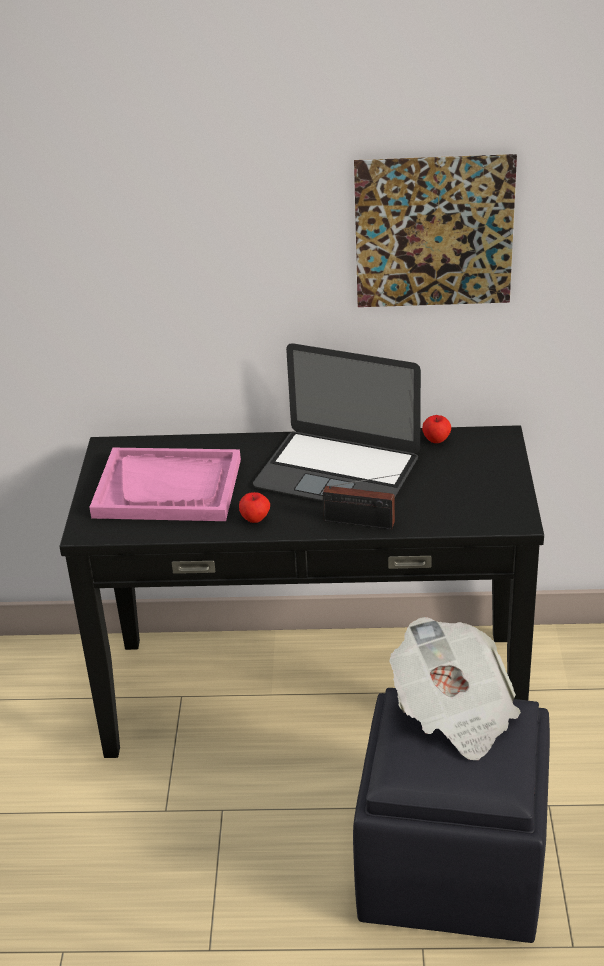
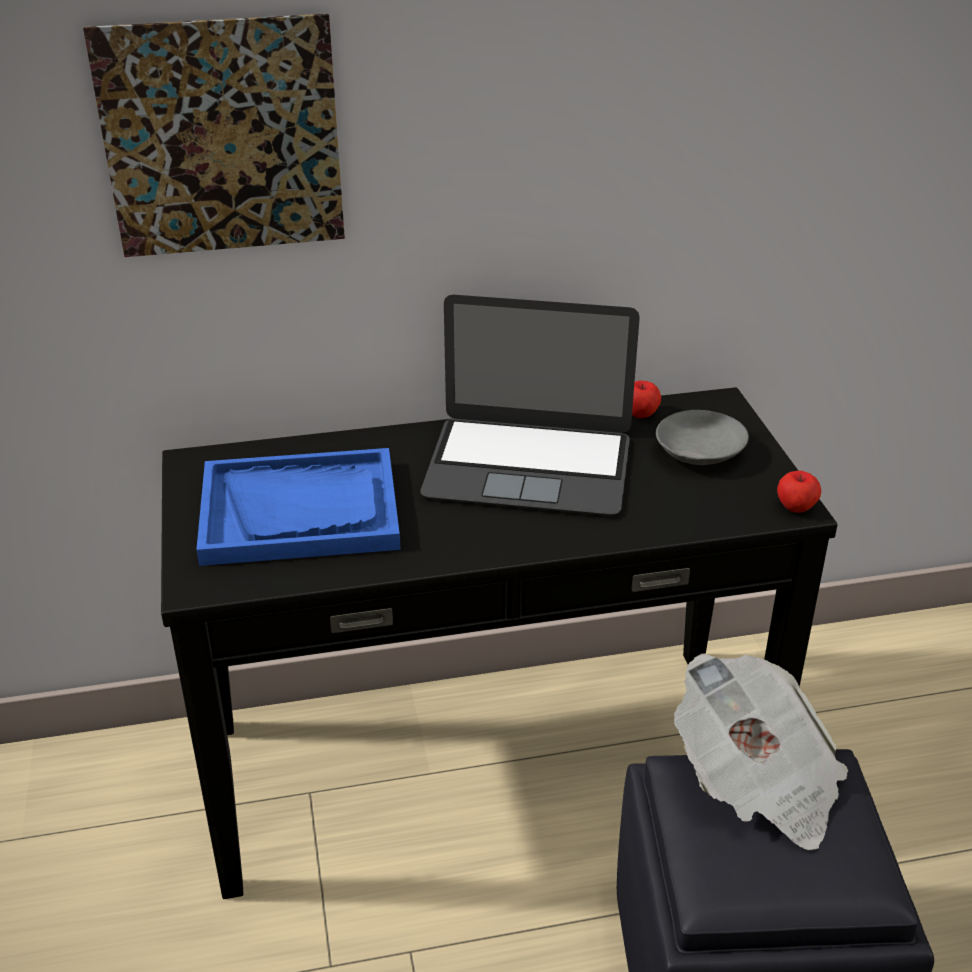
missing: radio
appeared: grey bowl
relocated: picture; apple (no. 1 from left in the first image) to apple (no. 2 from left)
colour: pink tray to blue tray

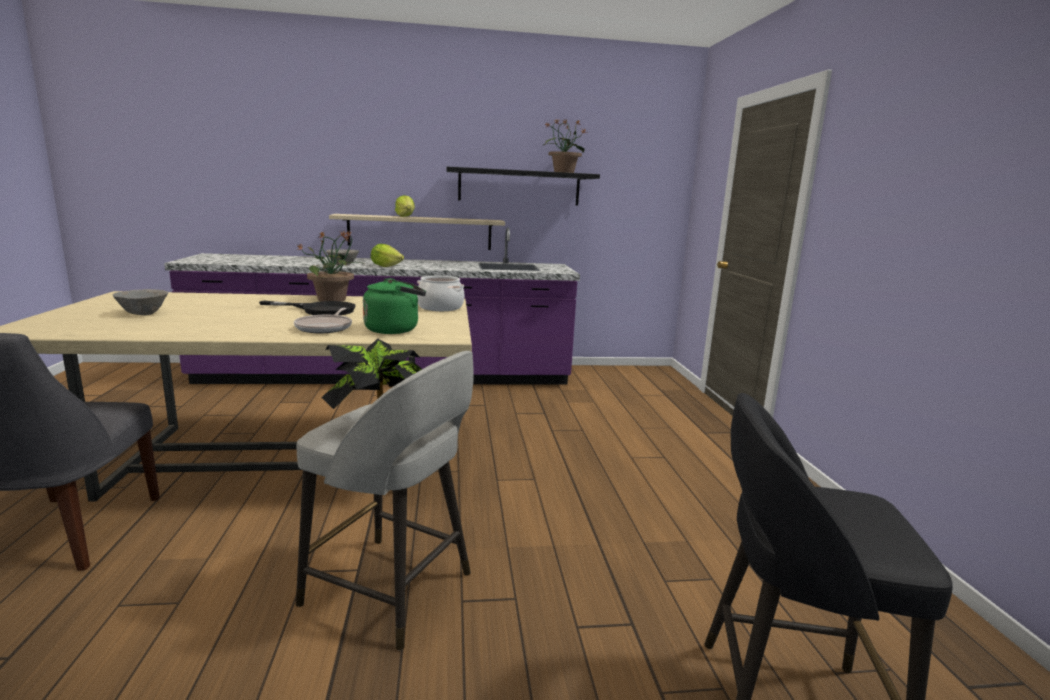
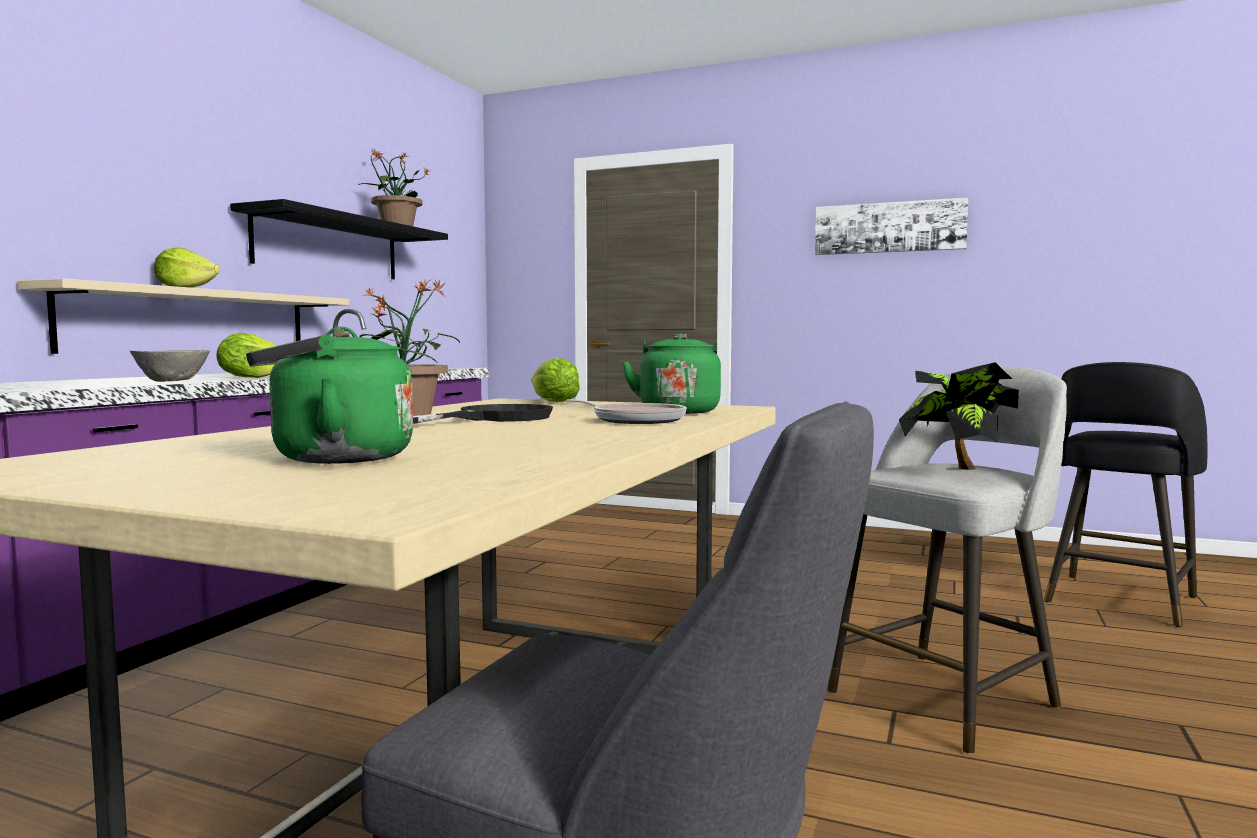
appeared: picture
exchanged: grey bowl (no. 1 from left) to green kettle (no. 1 from left); cooking pot to lettuce (no. 3 from left)

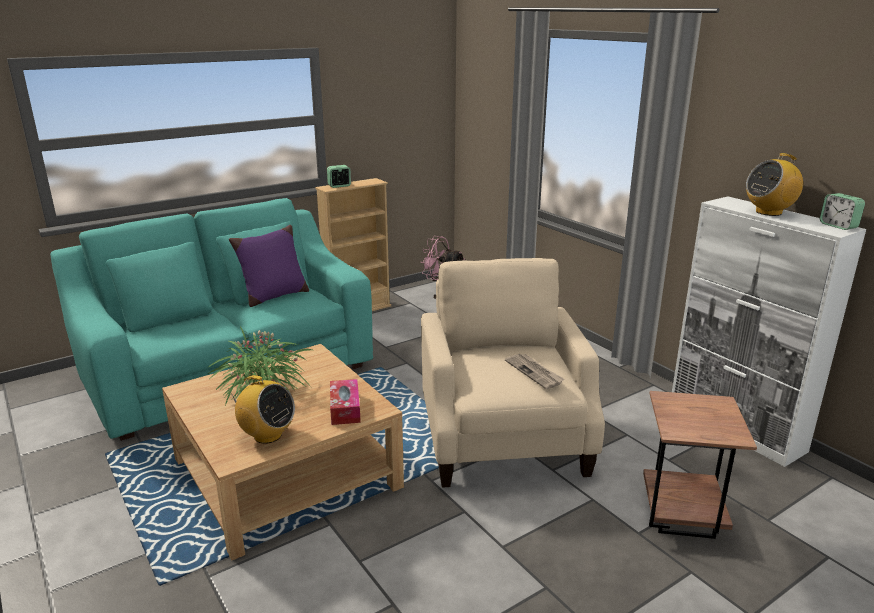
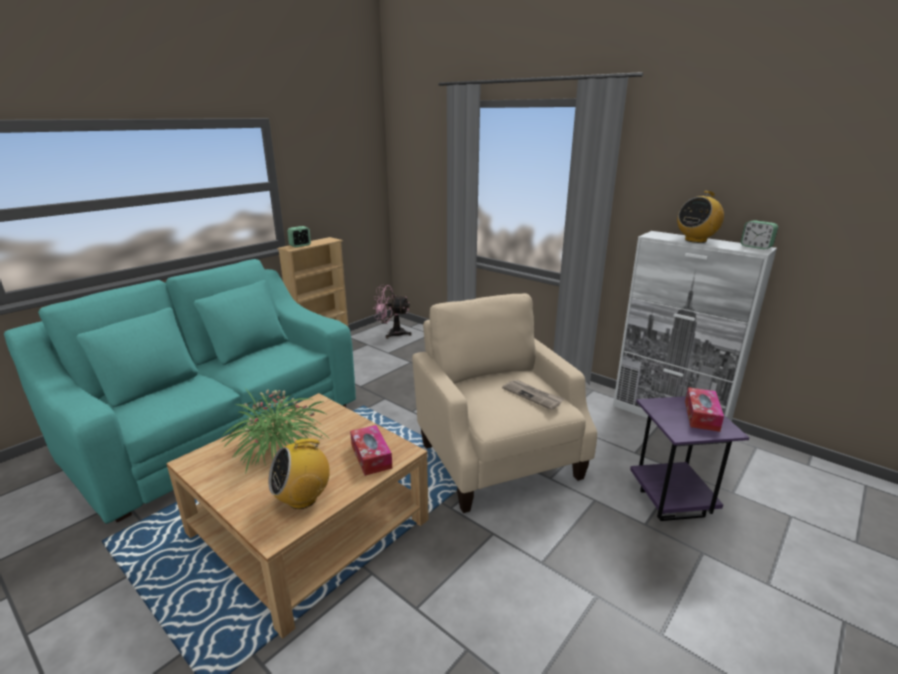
missing: purple pillow
appeared: tissue box (no. 2 from left)
colour: brown side table to purple side table
spun: radio (no. 1 from left) 135 degrees clockwise

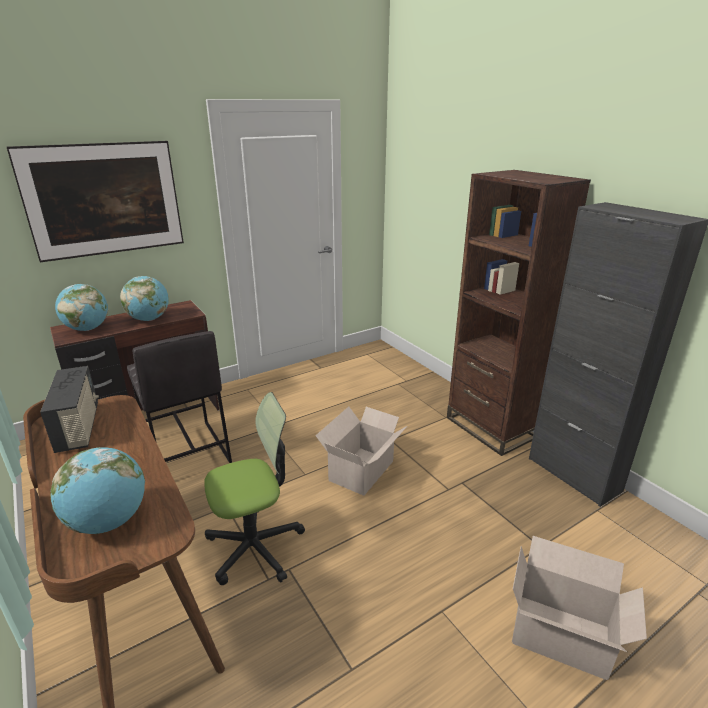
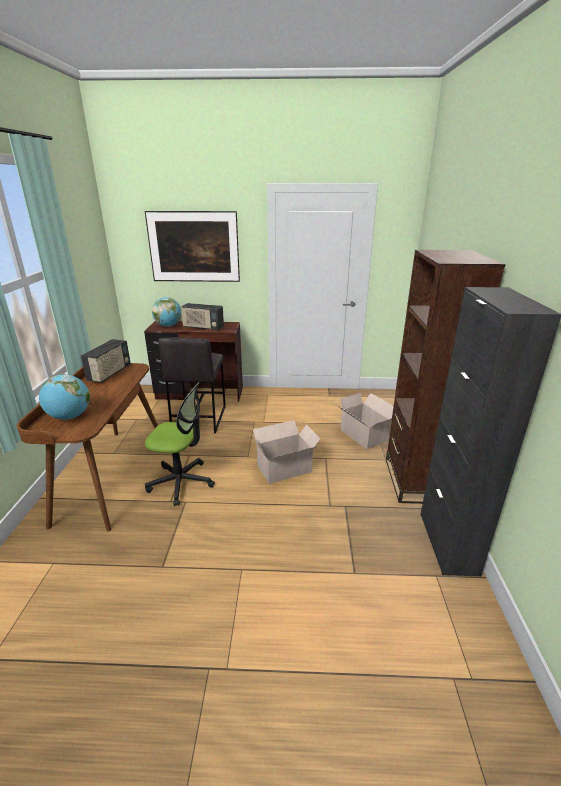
relocated: cardboard box (no. 2 from left)
exchanged: globe (no. 3 from left) to radio (no. 2 from left)

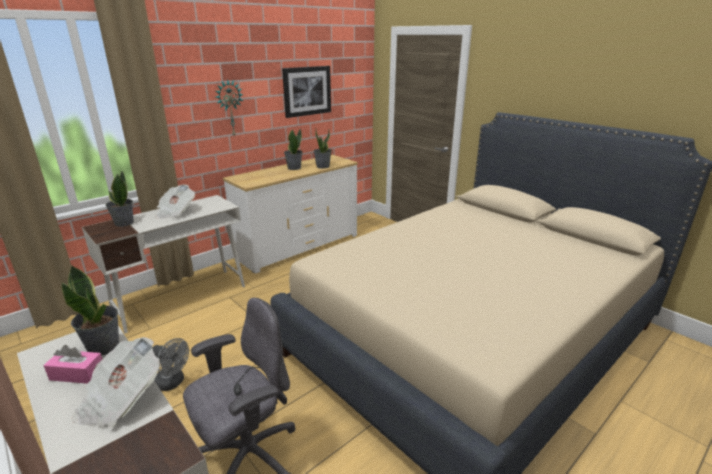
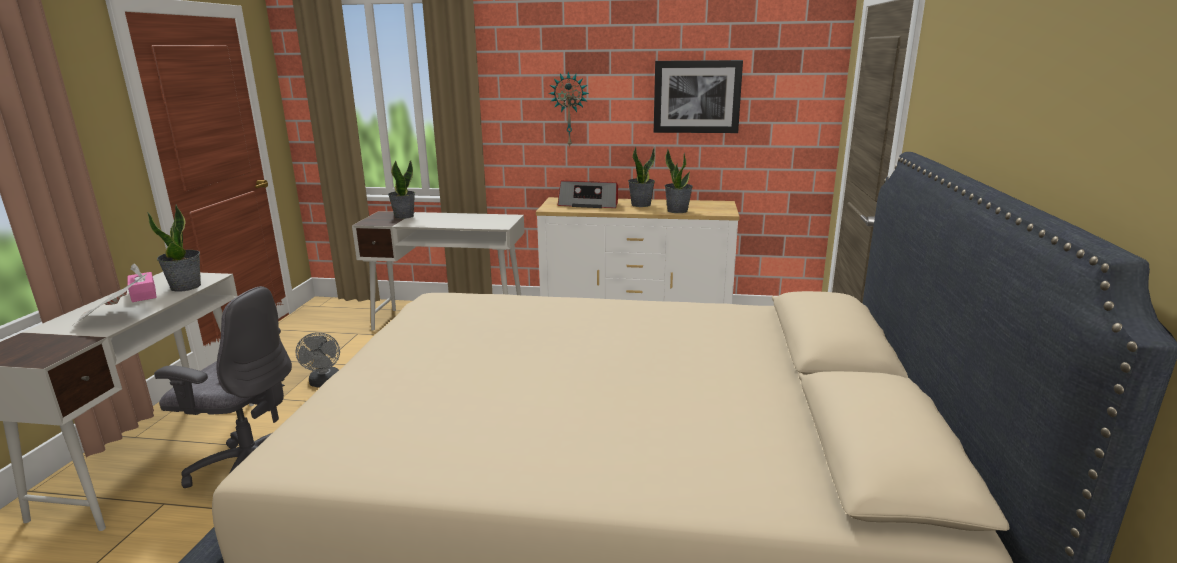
missing: newspaper (no. 2 from left)
appeared: radio

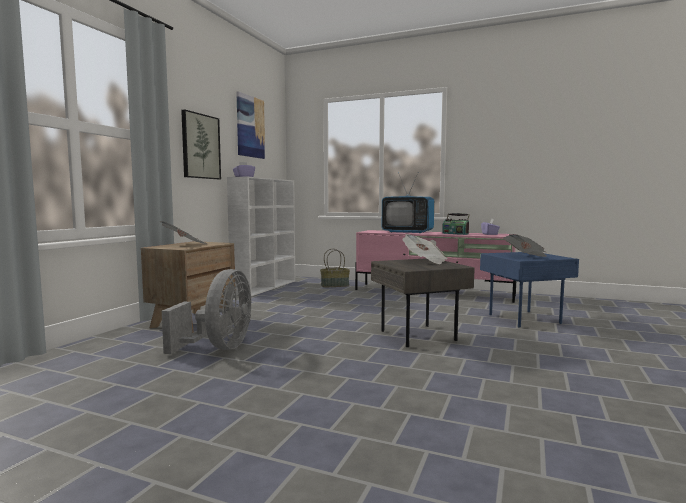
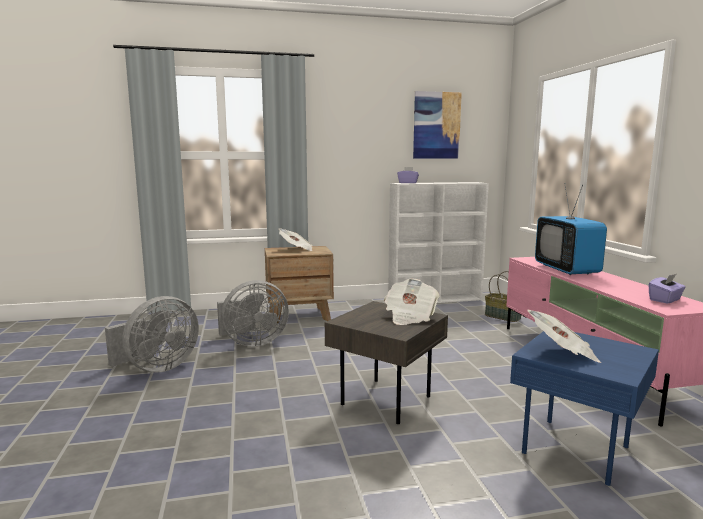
missing: picture (no. 1 from left); radio
appeared: grey fan (no. 1 from left)

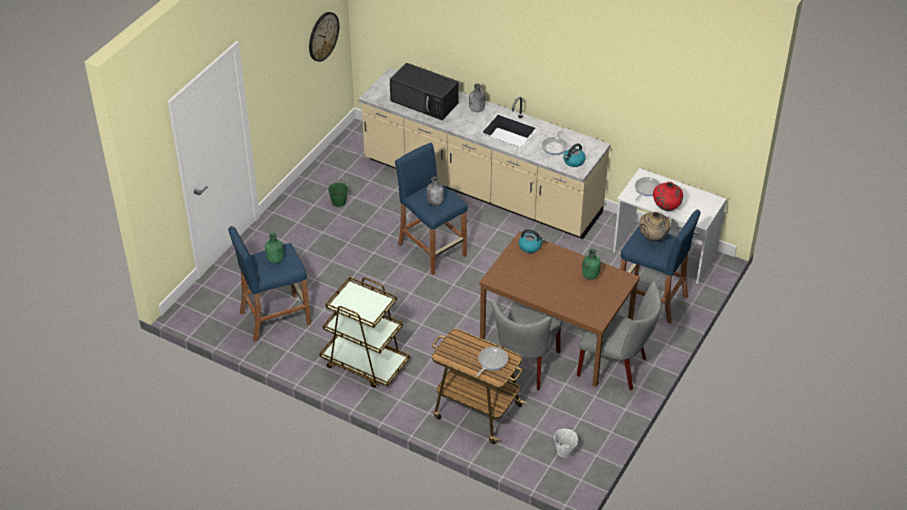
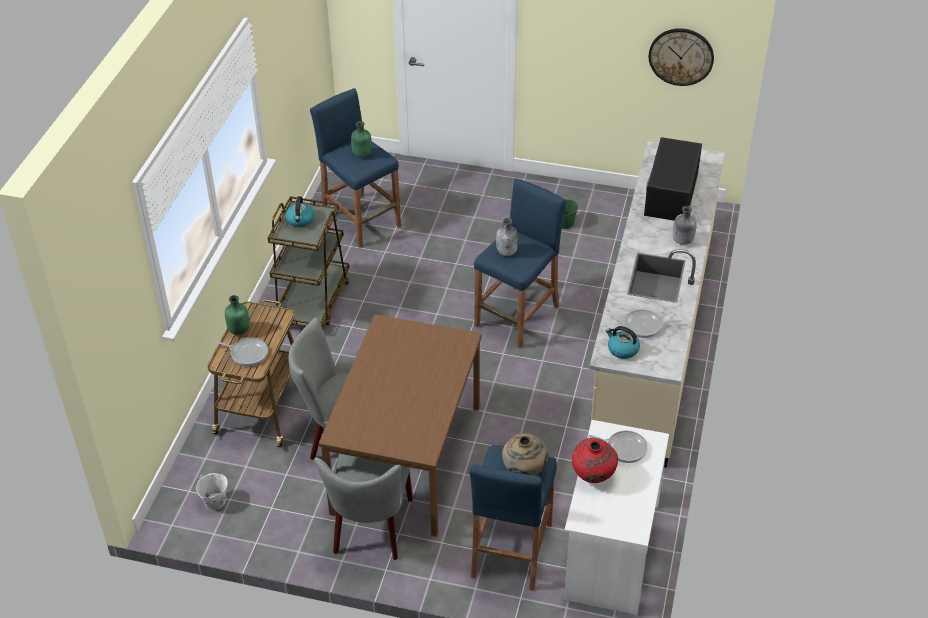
relocated: green bottle (no. 2 from left in the first image) to green bottle (no. 1 from left); kettle (no. 1 from left)

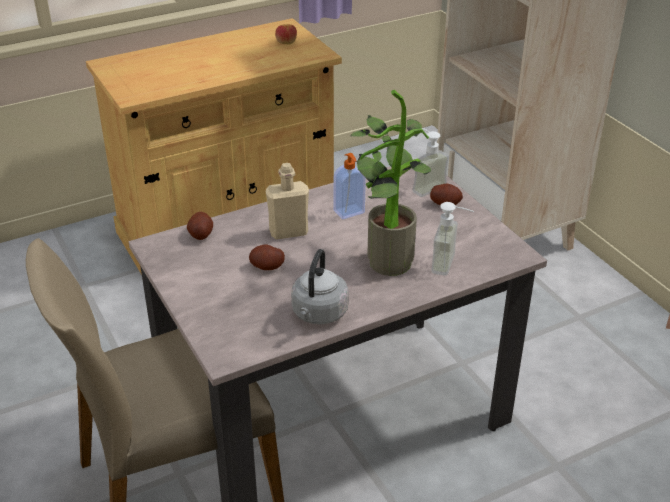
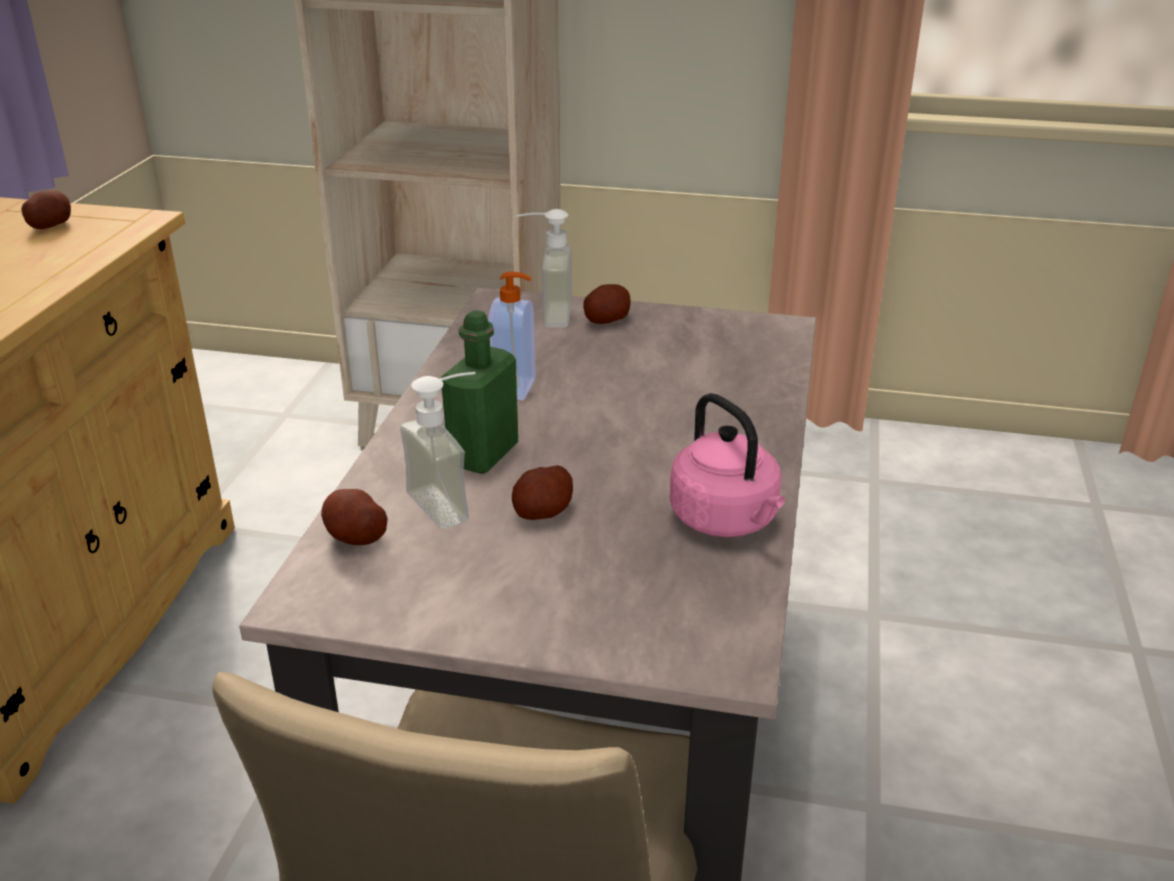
missing: potted plant
relocated: soap dispenser (no. 3 from left in the first image) to soap dispenser (no. 1 from left)
exchanged: apple to potato (no. 1 from left)
colour: beige bottle to green bottle; grey kettle to pink kettle

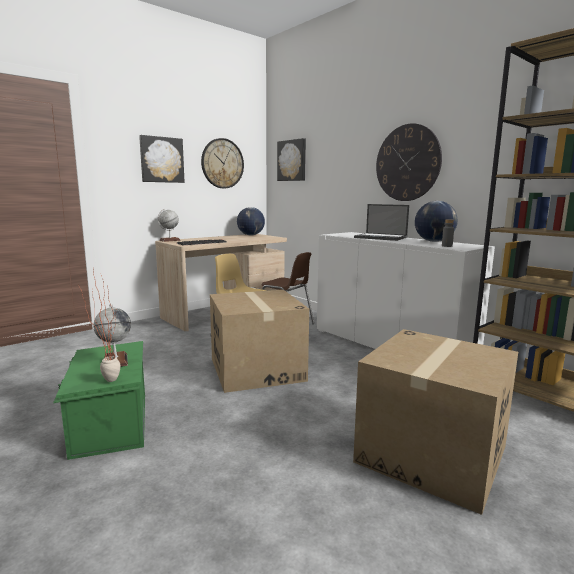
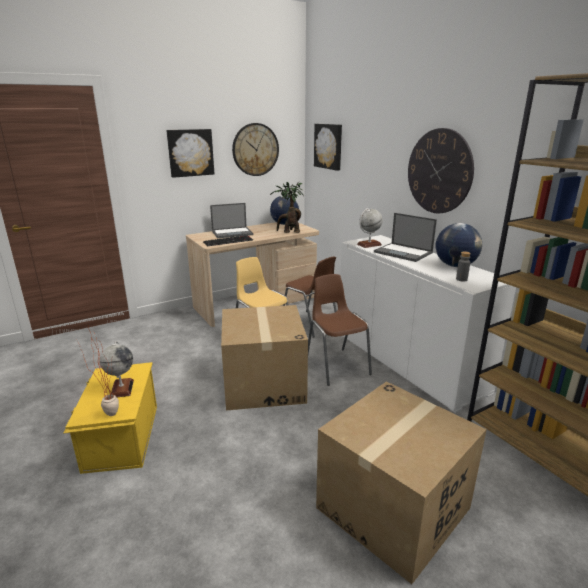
appeared: laptop (no. 1 from left); potted plant (no. 2 from left); brown chair (no. 2 from left)
relocated: globe (no. 2 from left in the first image) to globe (no. 3 from left)
colour: green storage box to yellow storage box

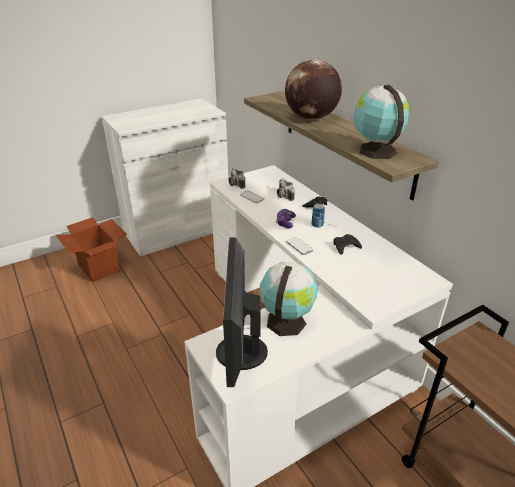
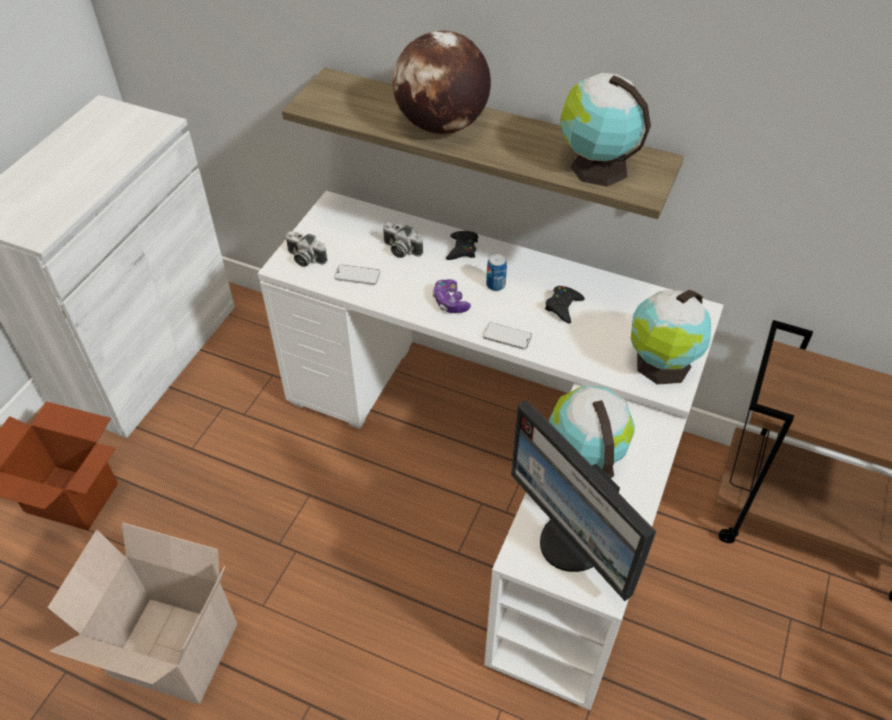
appeared: cardboard box (no. 2 from left); globe (no. 4 from left)

